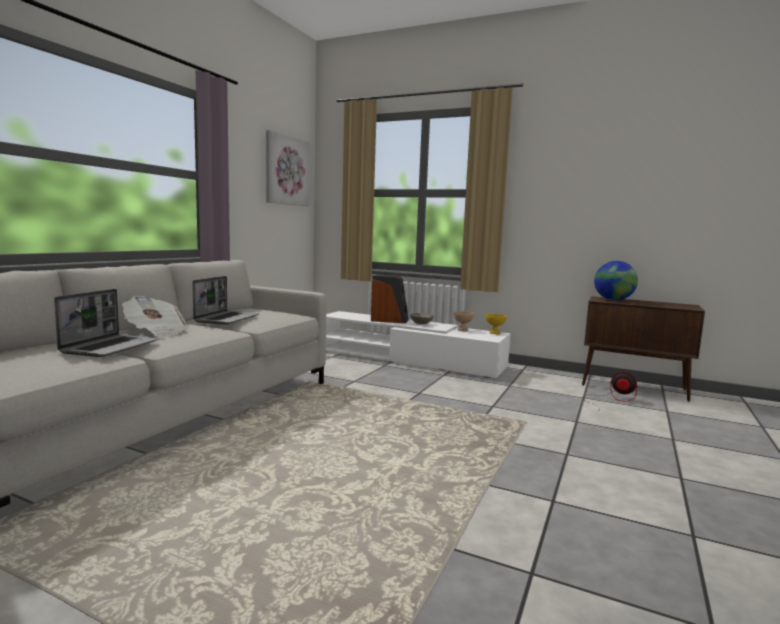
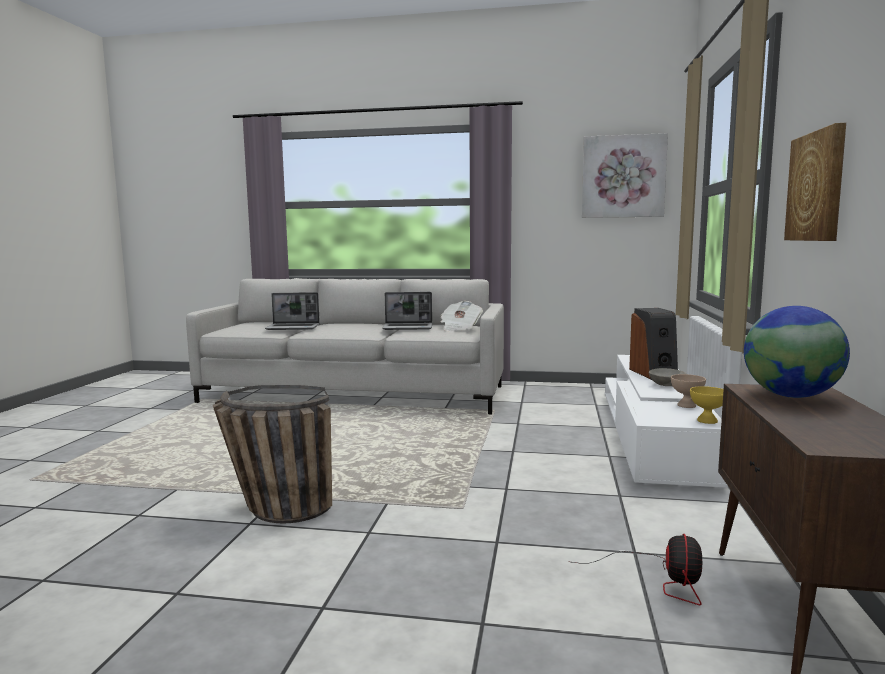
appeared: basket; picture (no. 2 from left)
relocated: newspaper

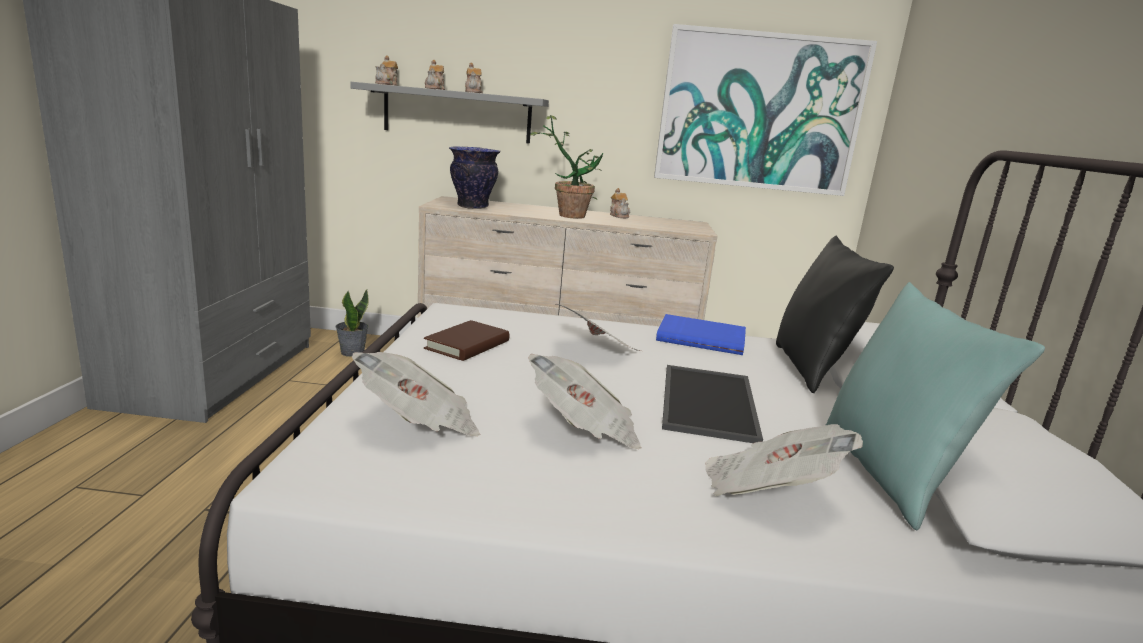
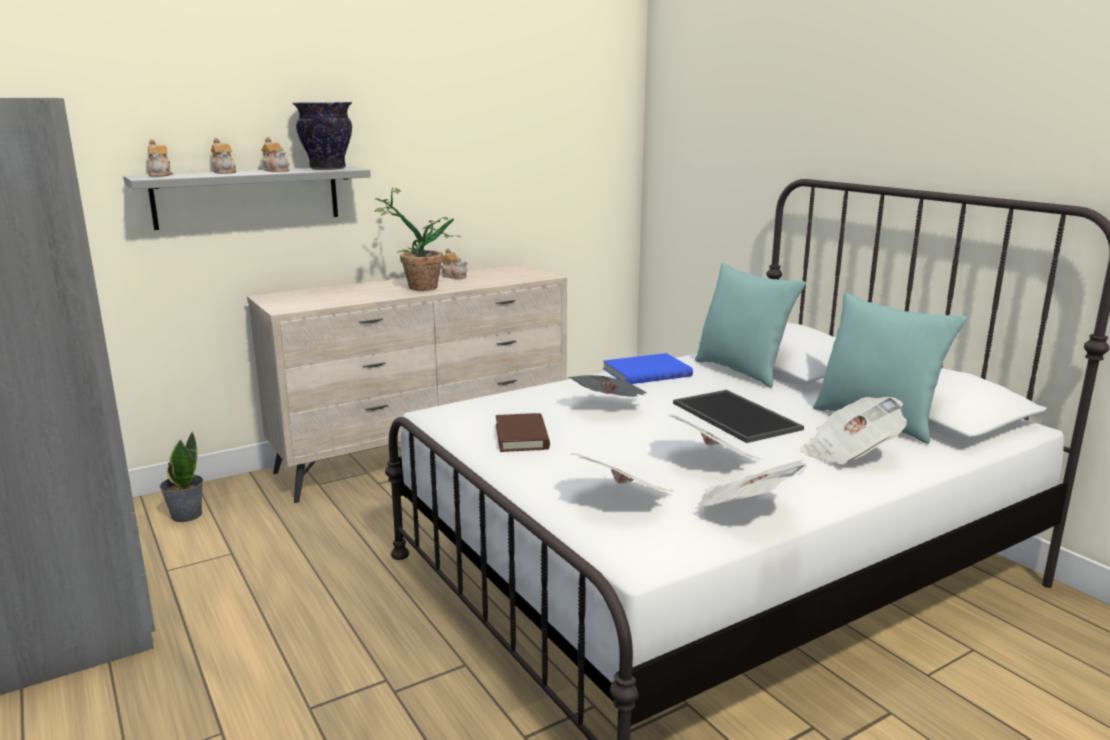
missing: picture
appeared: newspaper (no. 4 from left)
relocated: vase
colour: black pillow to turquoise pillow (no. 1 from left)

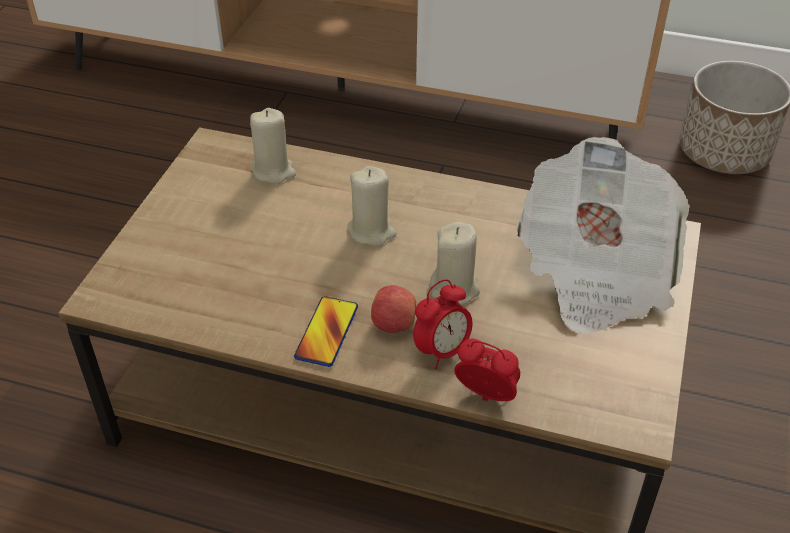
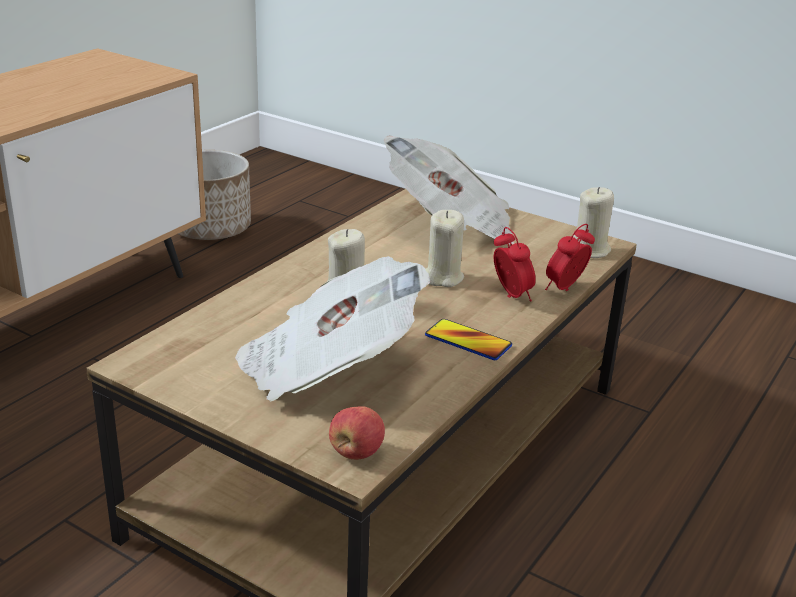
appeared: newspaper (no. 1 from left)
relocated: apple; beige candle (no. 1 from left in the first image) to beige candle (no. 3 from left)

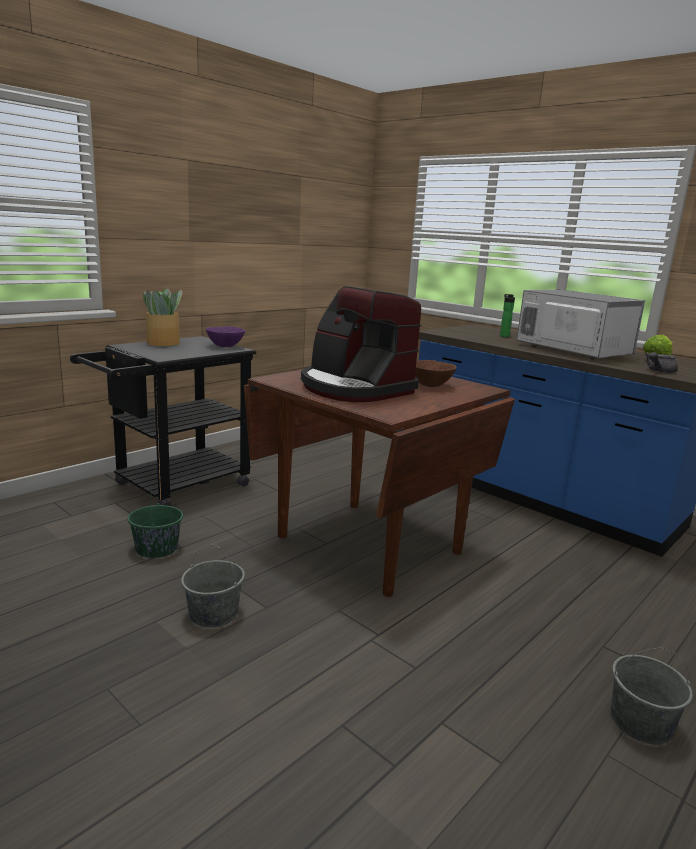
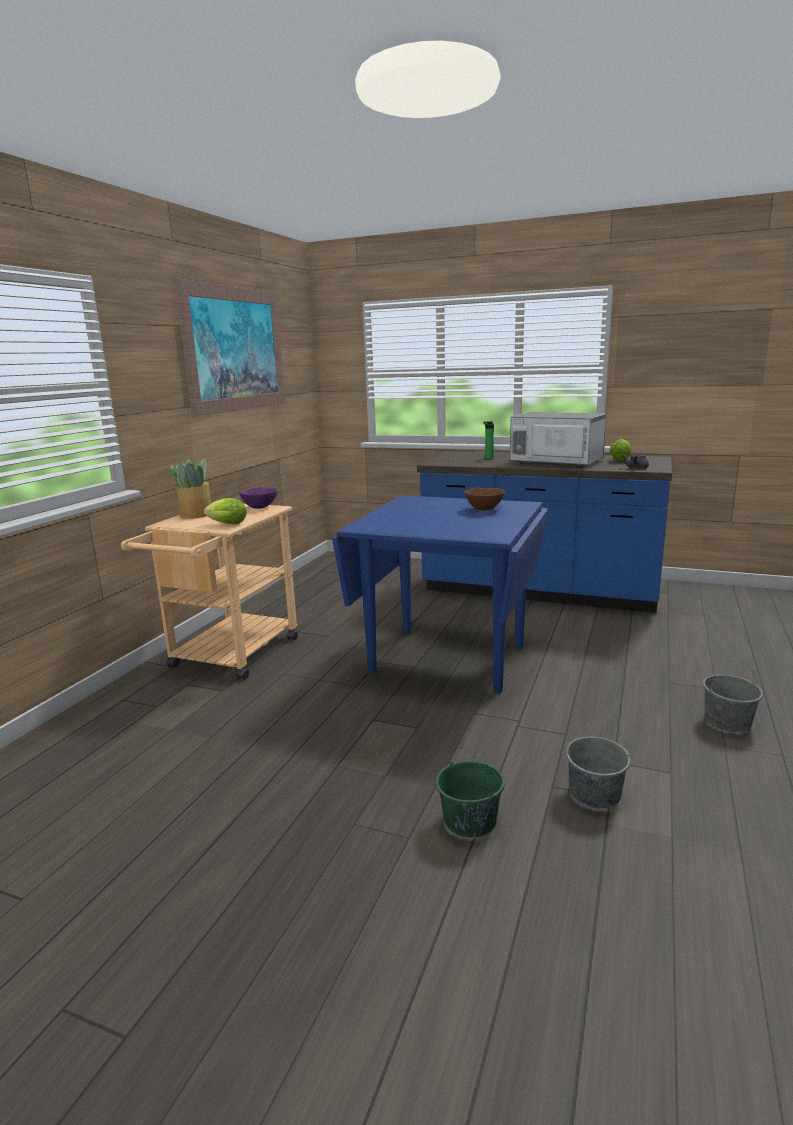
missing: coffee machine
appeared: picture; lettuce (no. 1 from left)
relocated: green bucket; grey bucket (no. 1 from left)
colour: black cart to beige cart; brown dining table to blue dining table

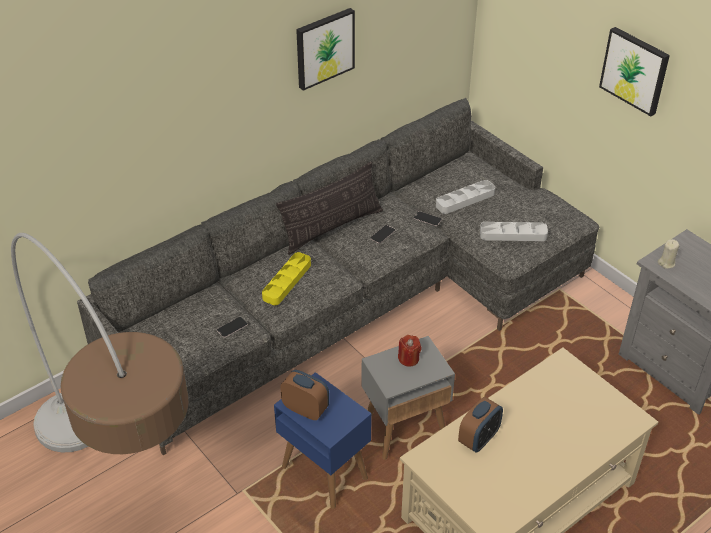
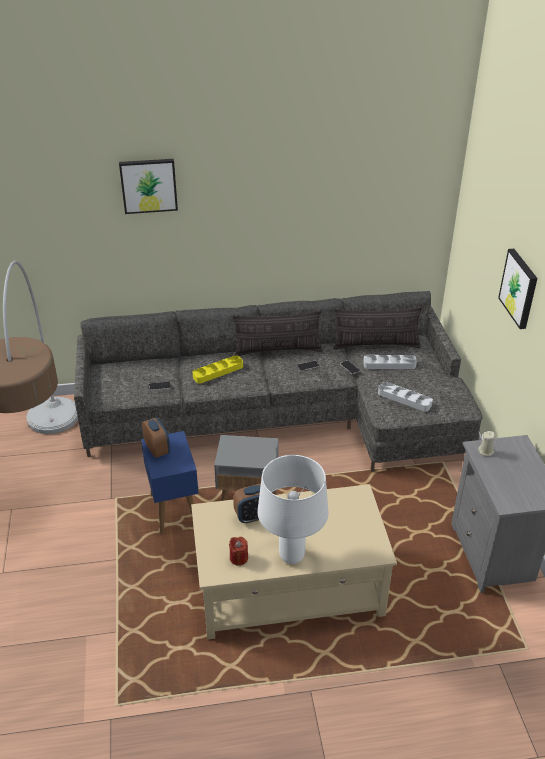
appeared: white table lamp; pillow (no. 2 from left)
relocated: picture (no. 1 from left); red candle

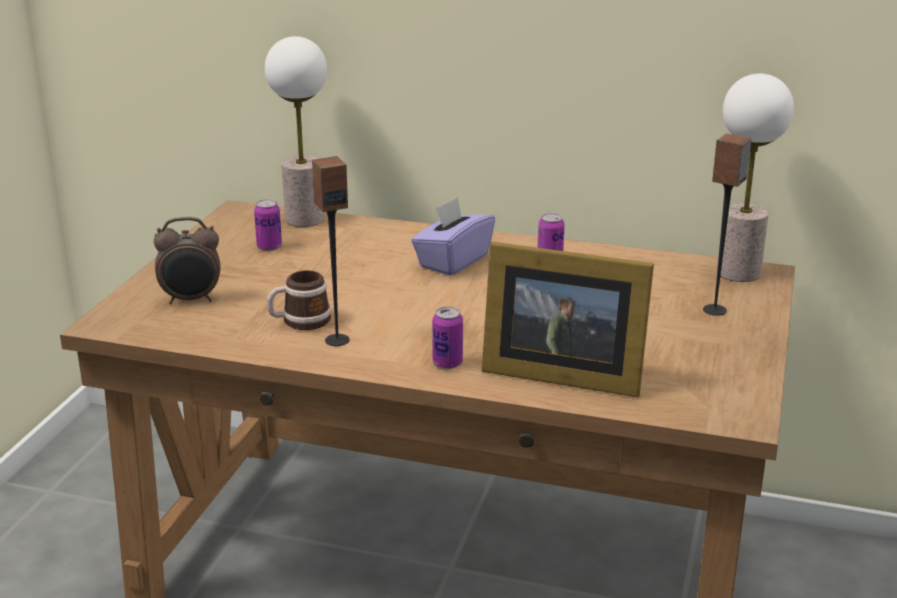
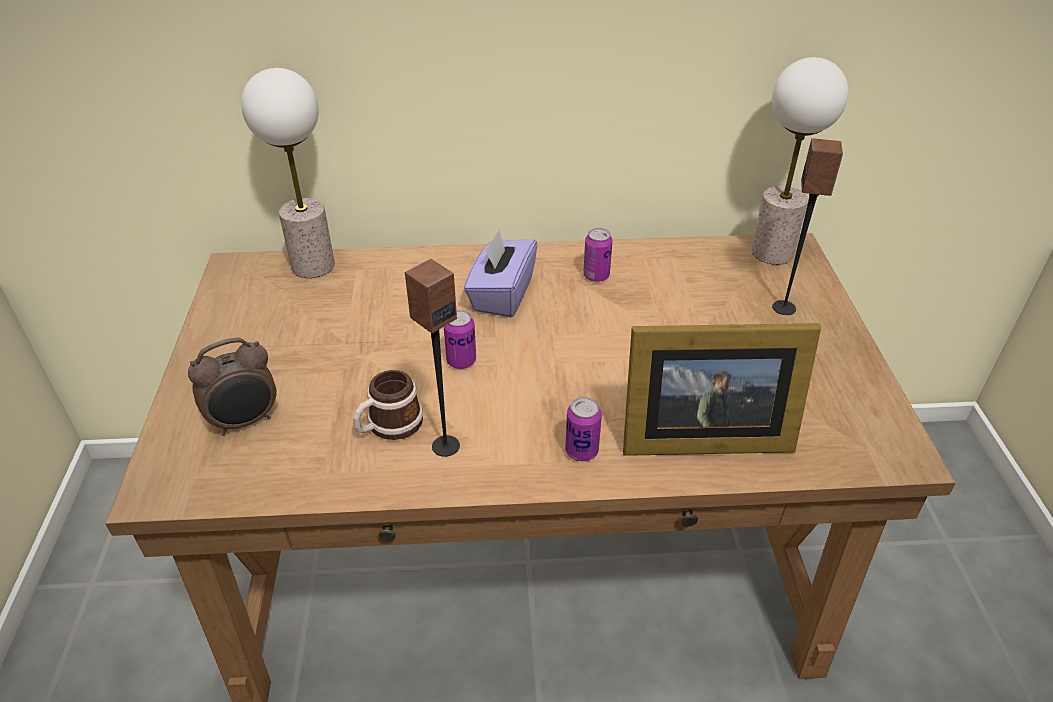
relocated: can (no. 1 from left)

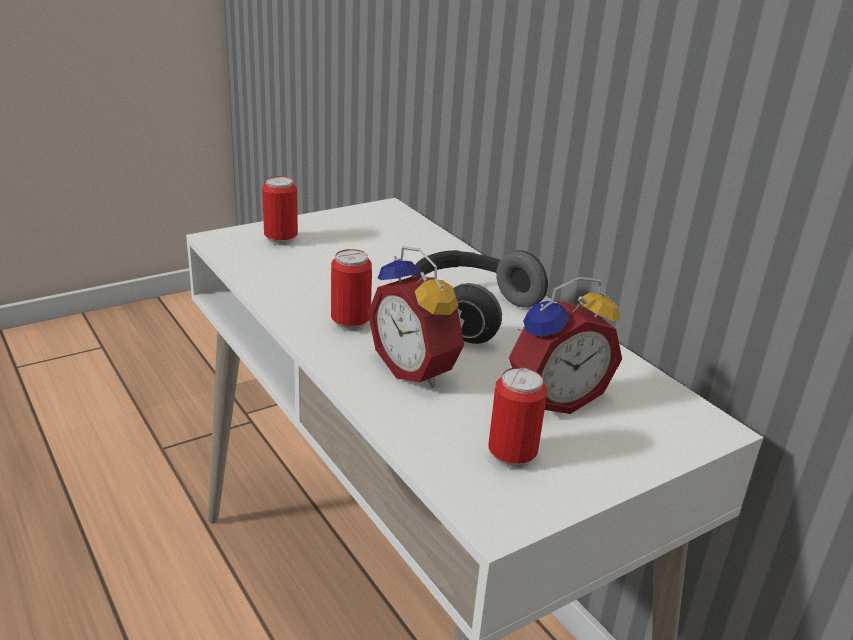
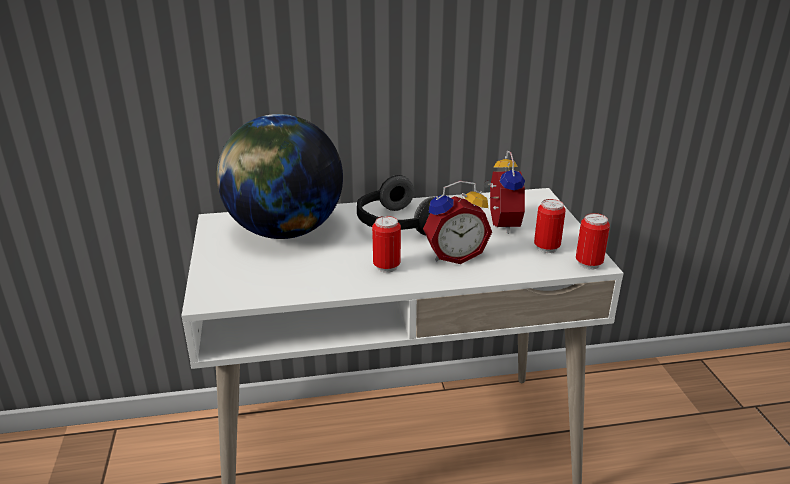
appeared: globe
relocated: can (no. 1 from left in the first image) to can (no. 3 from left)

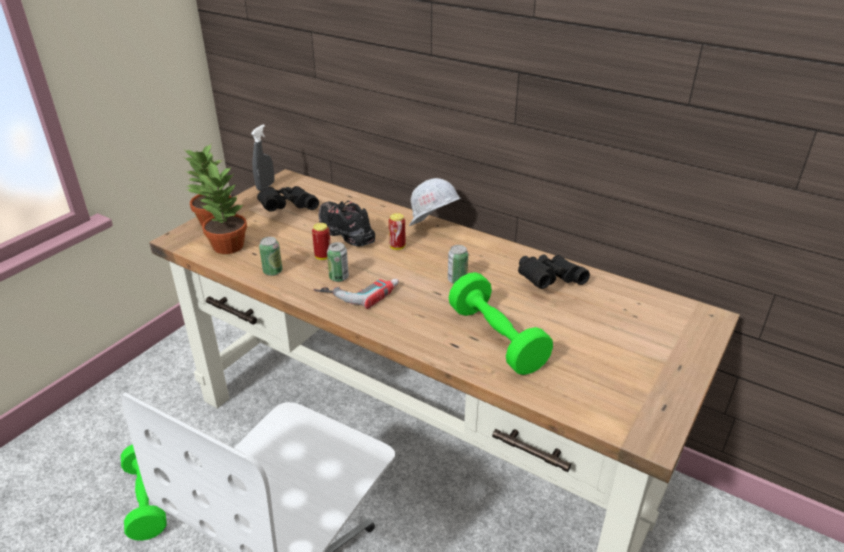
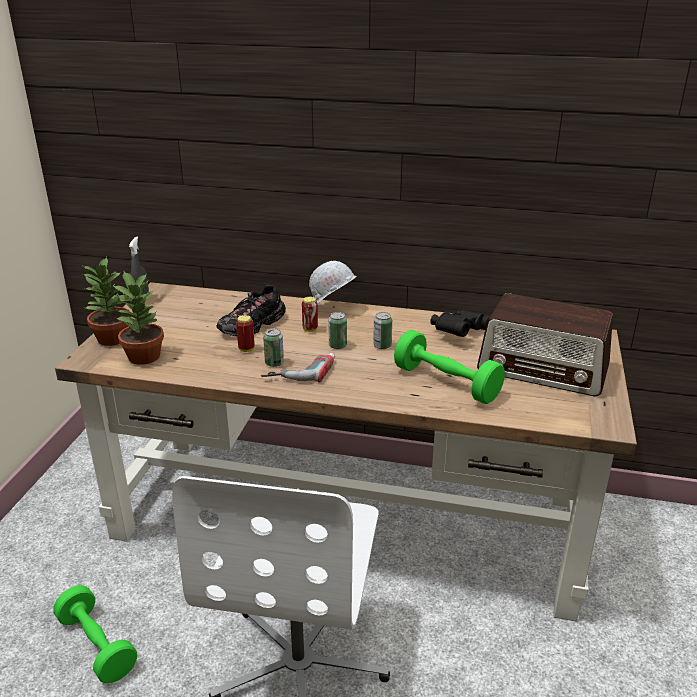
missing: black binoculars (no. 1 from left)
appeared: radio
relocated: can (no. 1 from left in the first image) to can (no. 4 from left)
spun: black shoe 75 degrees counterclockwise

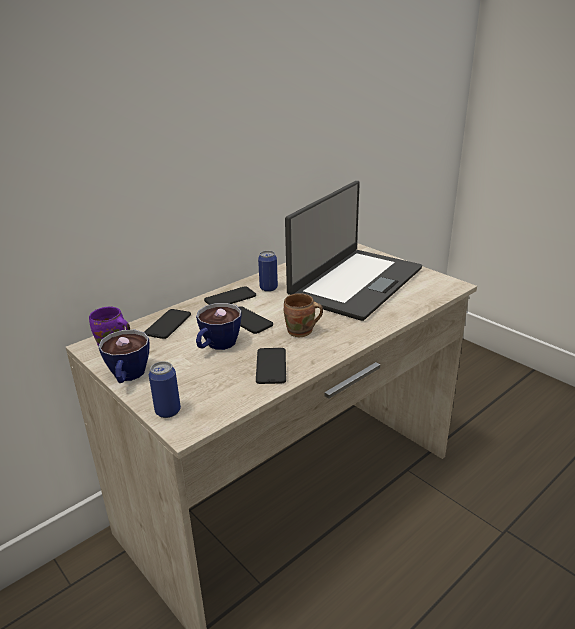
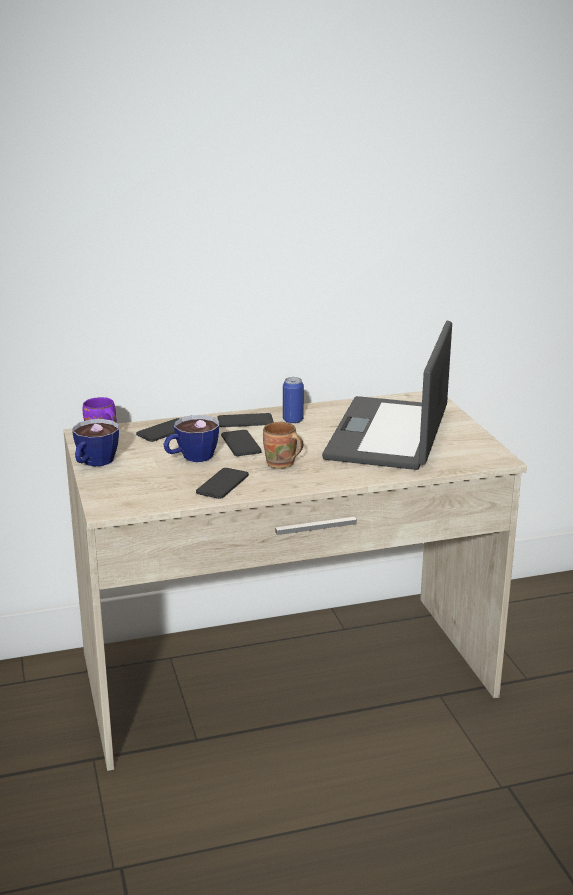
missing: can (no. 1 from left)
spun: laptop 135 degrees clockwise

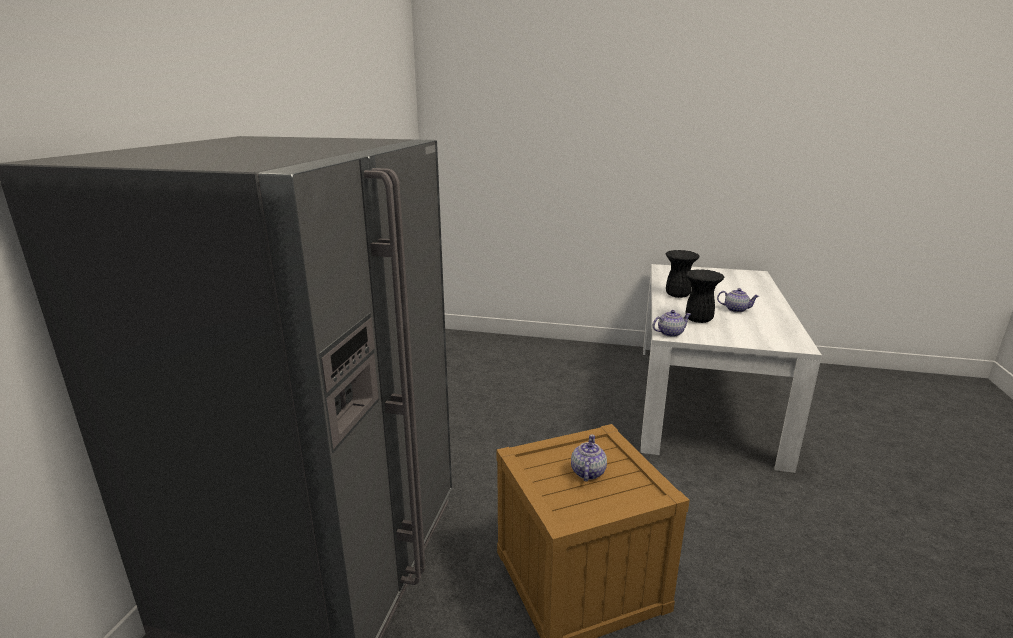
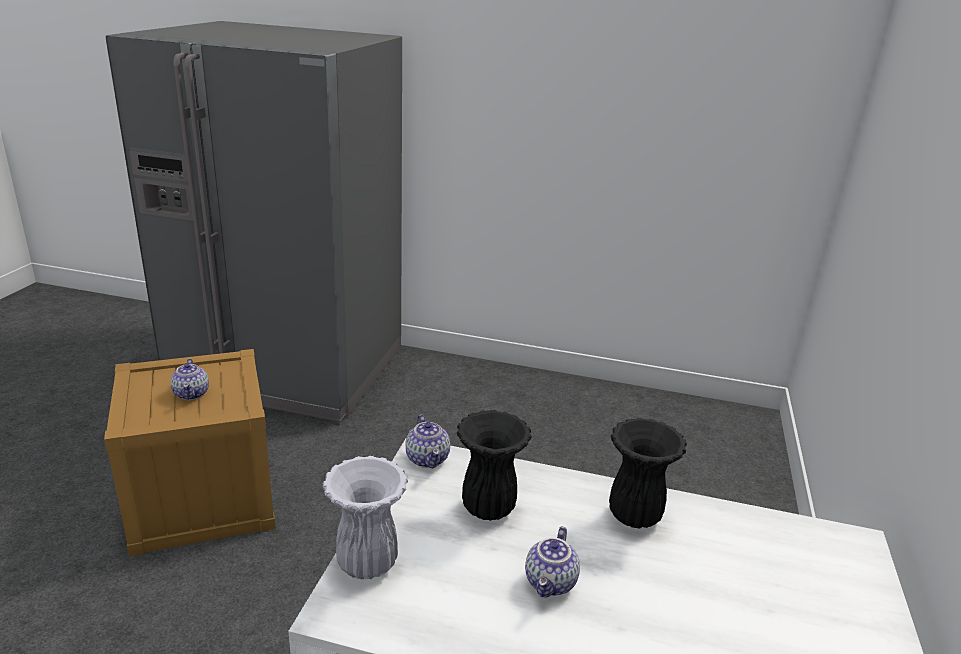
appeared: white vase
spun: teapot (no. 1 from left) 60 degrees clockwise

